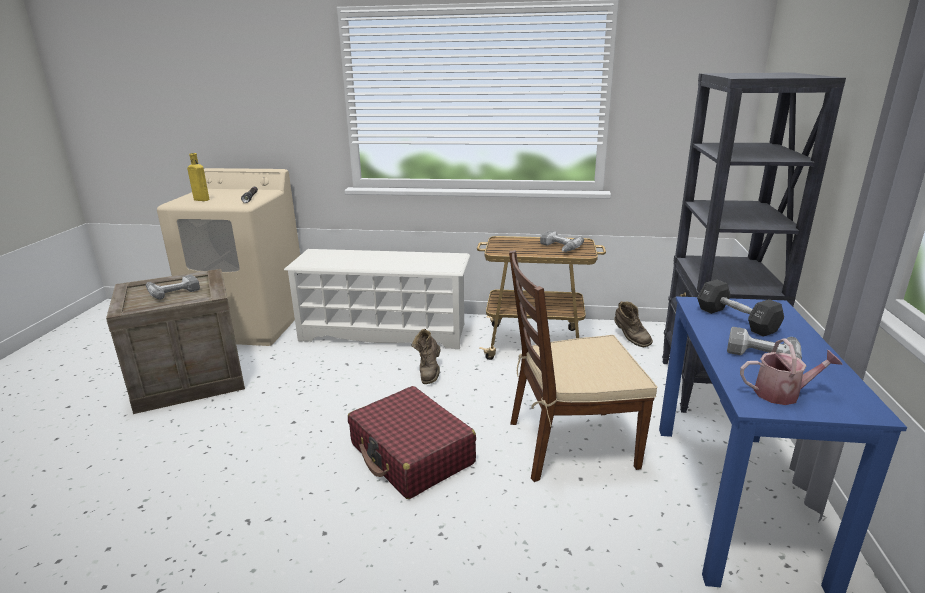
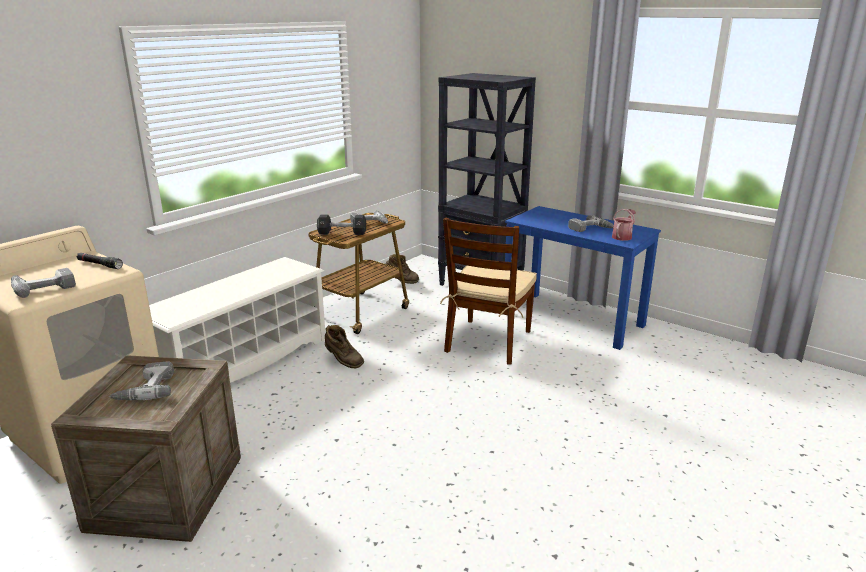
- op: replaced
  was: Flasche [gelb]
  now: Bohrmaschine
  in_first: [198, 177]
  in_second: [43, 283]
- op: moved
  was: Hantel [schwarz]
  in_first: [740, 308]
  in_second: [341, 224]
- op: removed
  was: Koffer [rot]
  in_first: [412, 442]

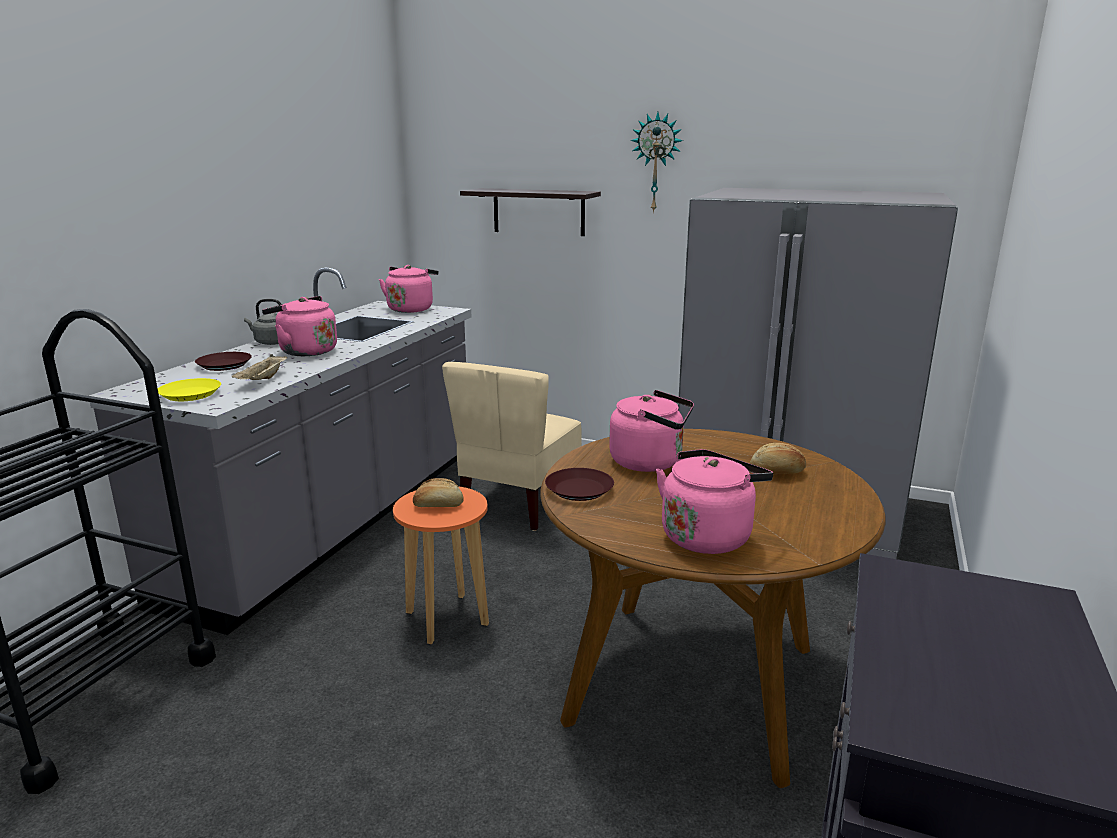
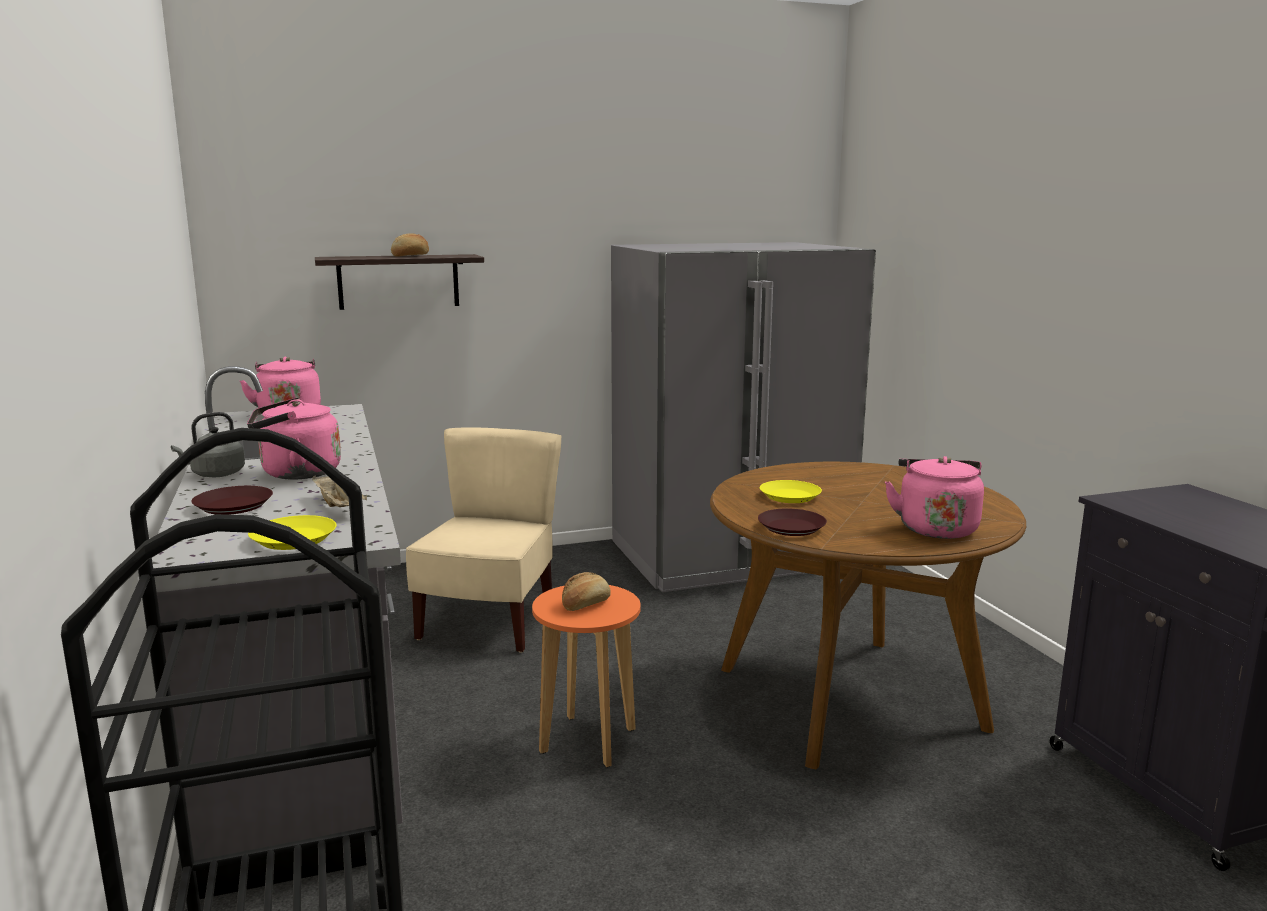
- op: moved
  was: Brot
  in_first: [778, 458]
  in_second: [410, 245]
- op: turned
  was: Stuhl [beige]
  in_first: [512, 446]
  in_second: [483, 540]
  clockwise: -150
- op: replaced
  was: Wasserkessel [rosa]
  now: Teller [gelb]
  in_first: [651, 431]
  in_second: [791, 491]
- op: removed
  was: Wanduhr
  in_first: [657, 162]

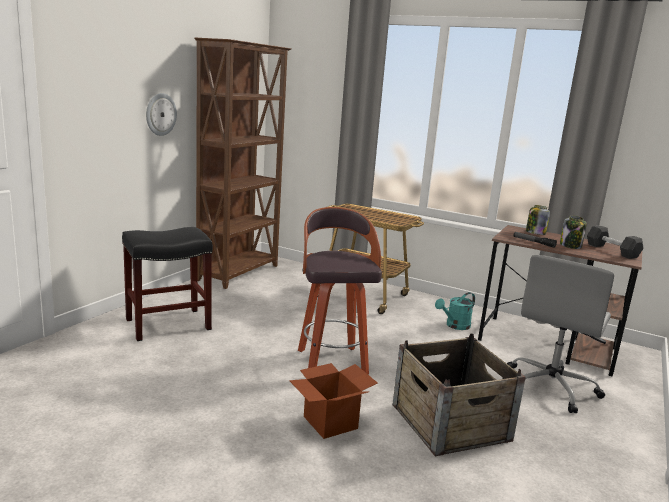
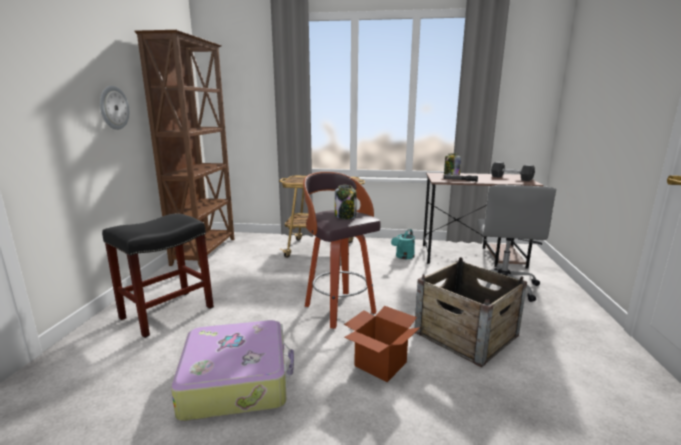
- op: added
  now: Koffer
  in_second: [232, 370]
- op: moved
  was: Vorratsglas
  in_first: [573, 232]
  in_second: [346, 202]

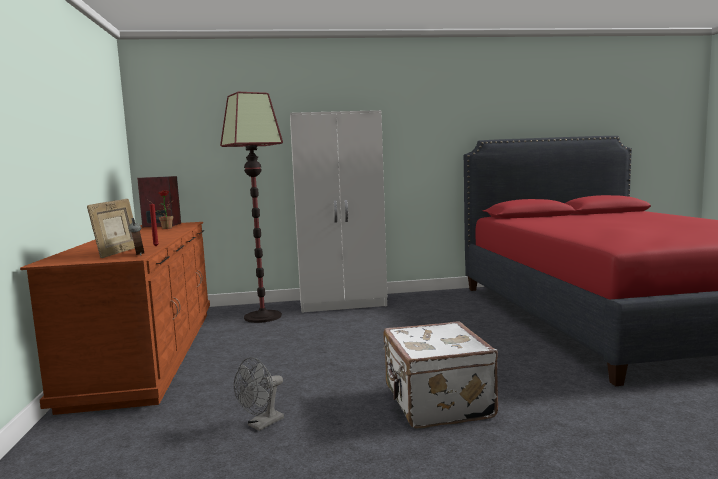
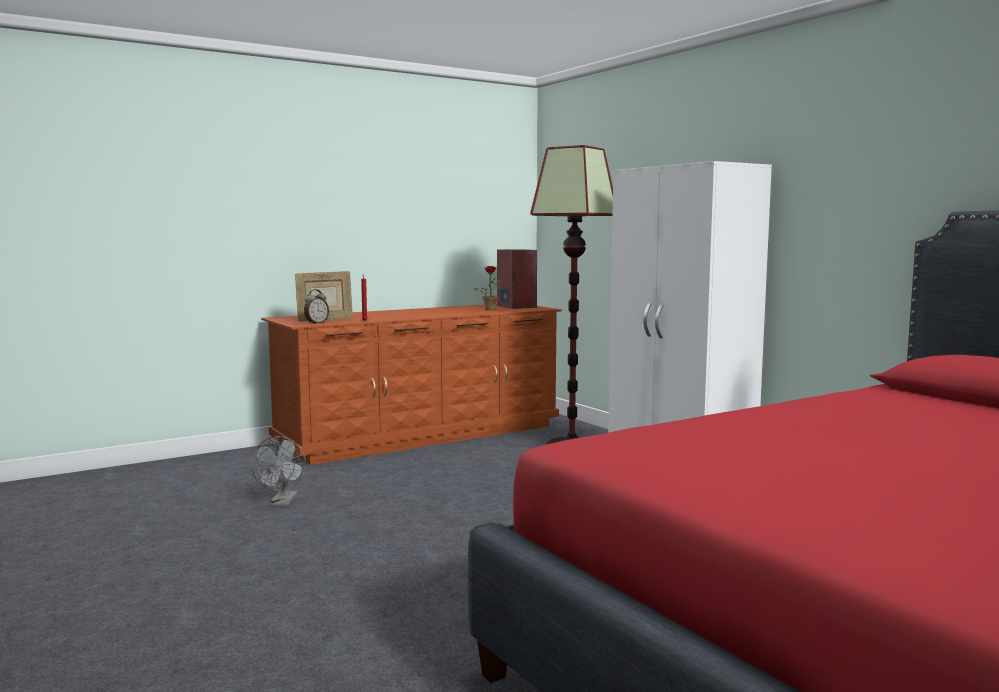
- op: turned
  was: Ventilator [grau]
  in_first: [259, 394]
  in_second: [278, 471]
  clockwise: -105
- op: removed
  was: Koffer [weiß]
  in_first: [440, 374]

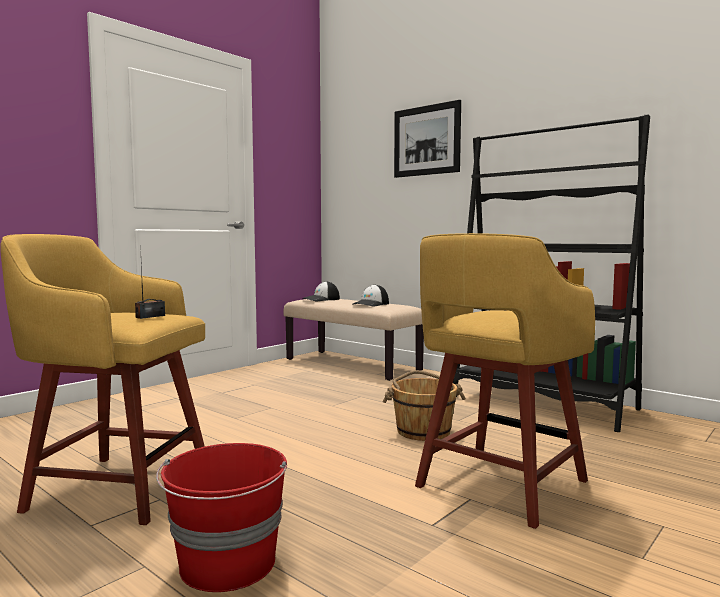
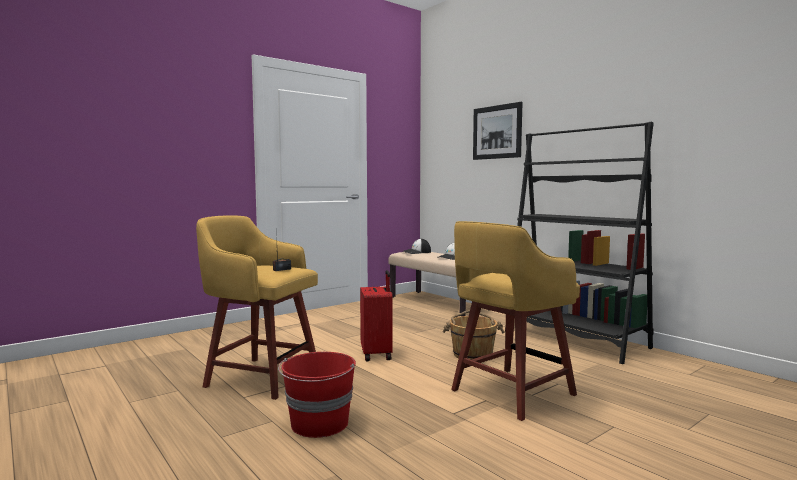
- op: added
  now: Koffer [rot]
  in_second: [376, 315]

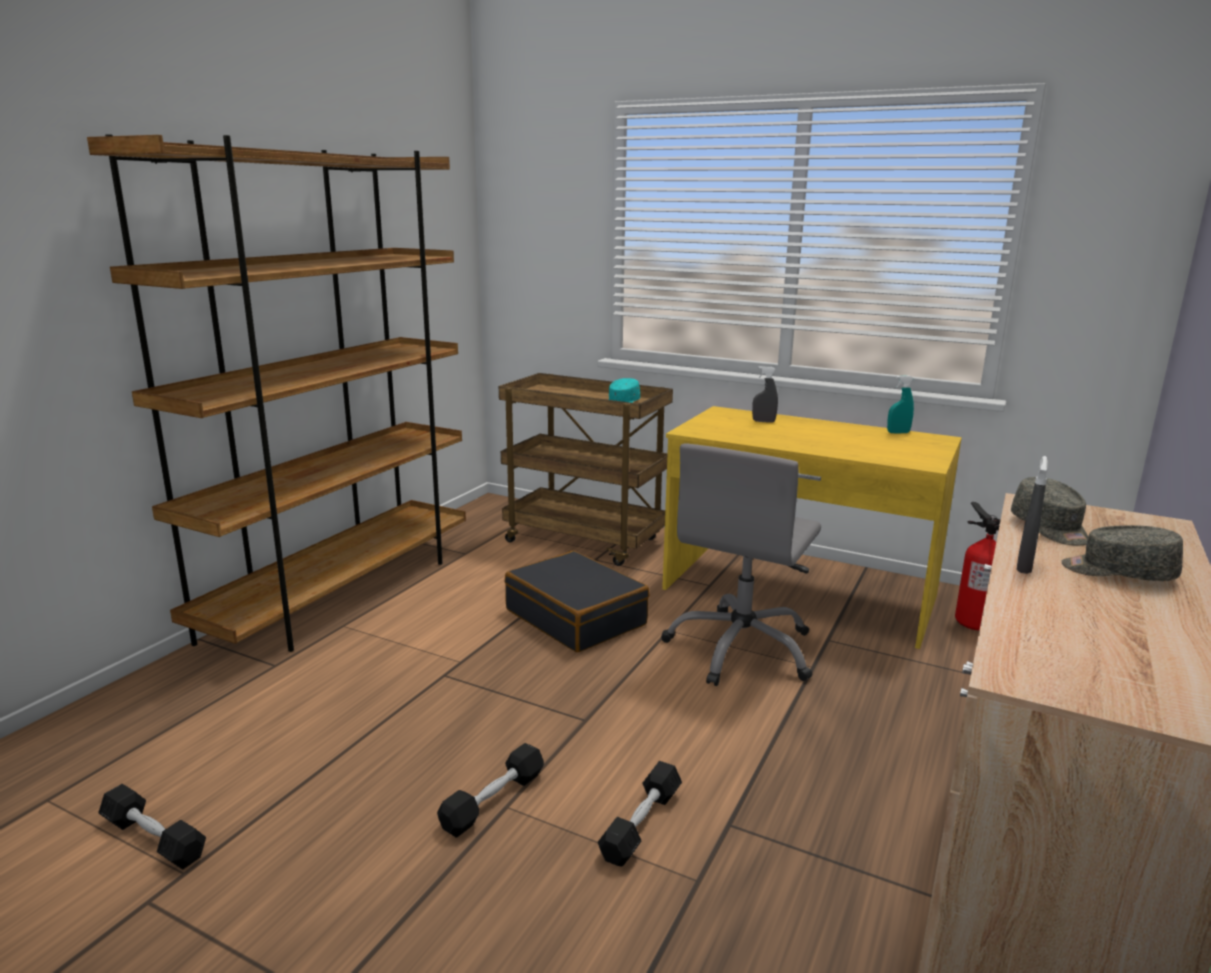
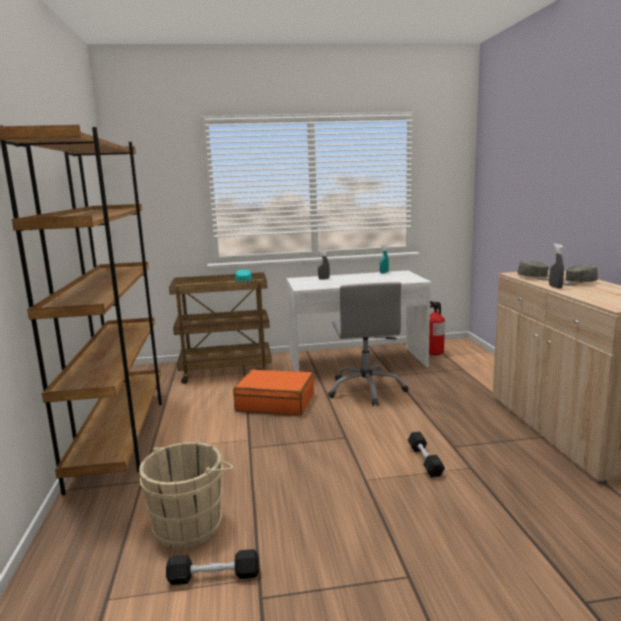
- op: added
  now: Eimer [beige]
  in_second: [186, 495]
- op: recoloured
  was: Koffer [schwarz]
  now: Koffer [orange]
  in_first: [577, 601]
  in_second: [273, 392]
- op: recoloured
  was: Schreibtisch [gelb]
  now: Schreibtisch [weiß]
  in_first: [812, 527]
  in_second: [359, 320]
- op: removed
  was: Hantel [schwarz]
  in_first: [490, 790]

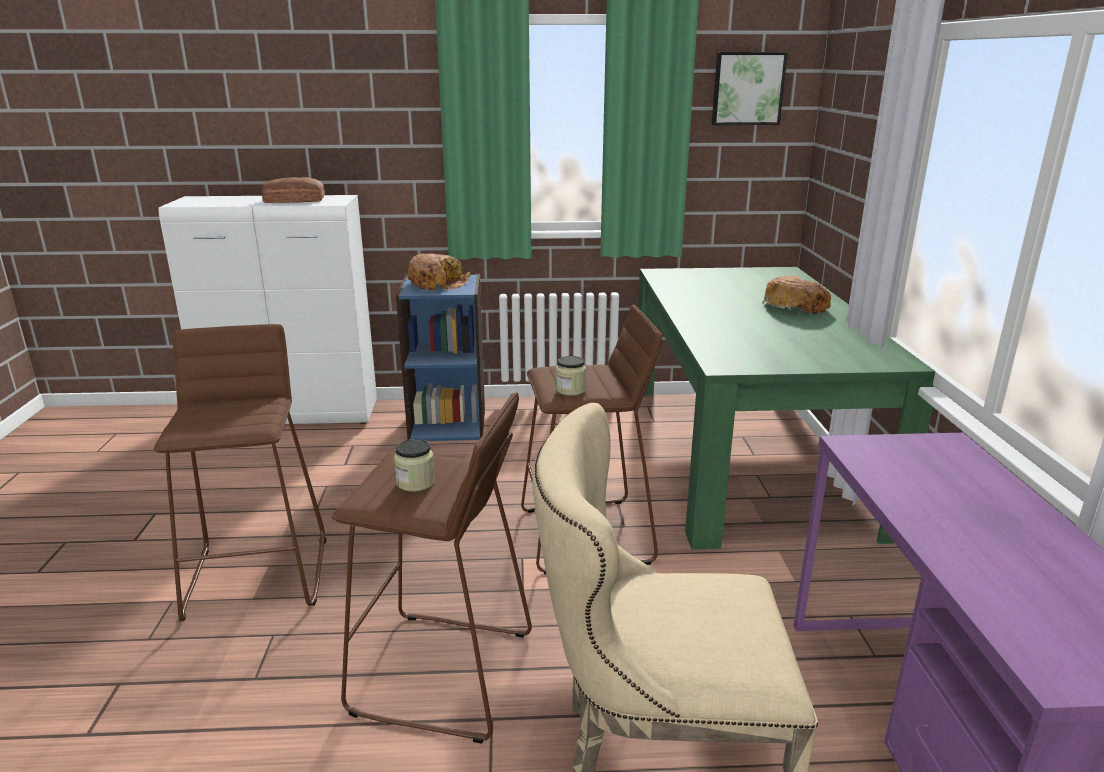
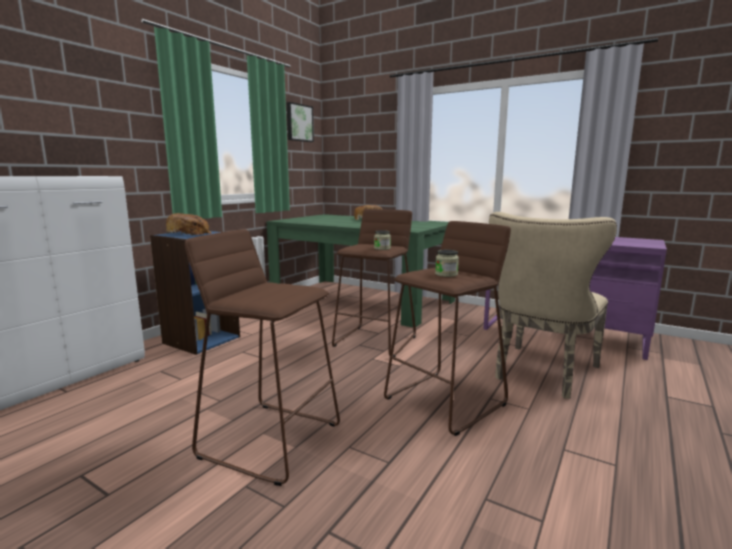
- op: removed
  was: Brot
  in_first: [293, 190]

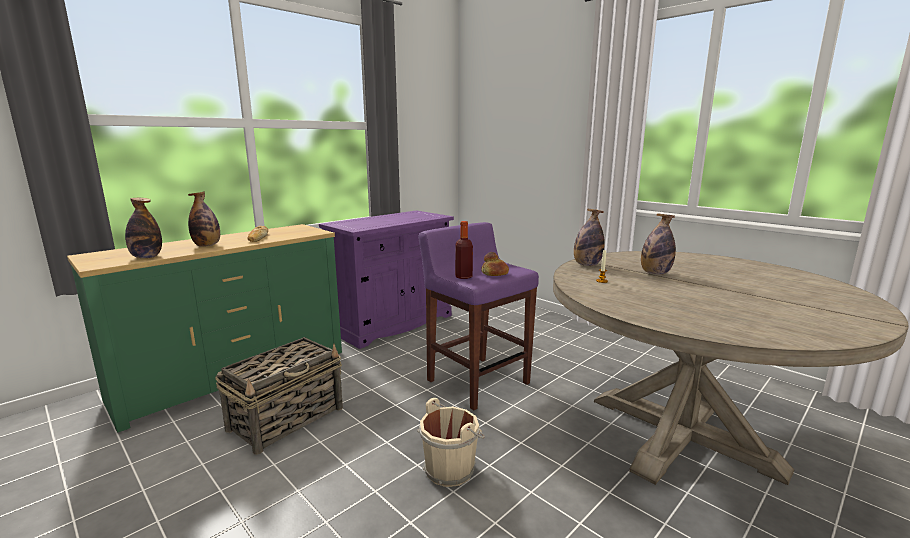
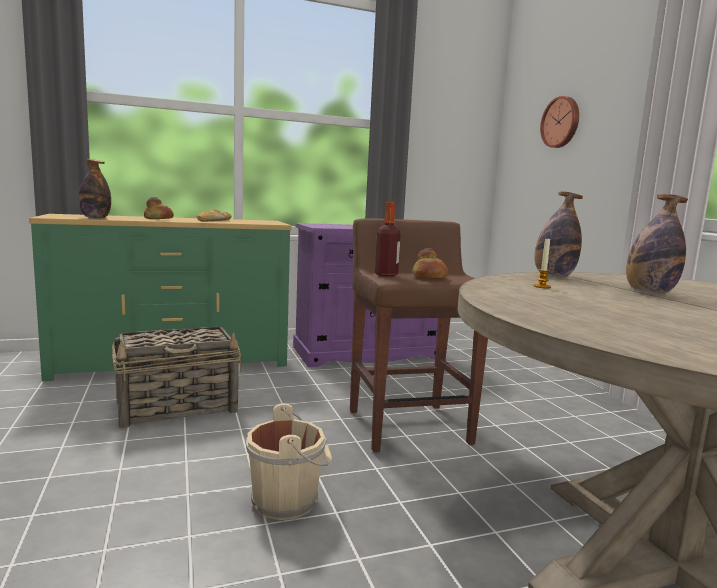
- op: replaced
  was: Flasche
  now: Brot
  in_first: [204, 219]
  in_second: [159, 208]
- op: recoloured
  was: Hocker [lila]
  now: Hocker [braun]
  in_first: [478, 316]
  in_second: [419, 335]
- op: added
  now: Wanduhr
  in_second: [559, 122]

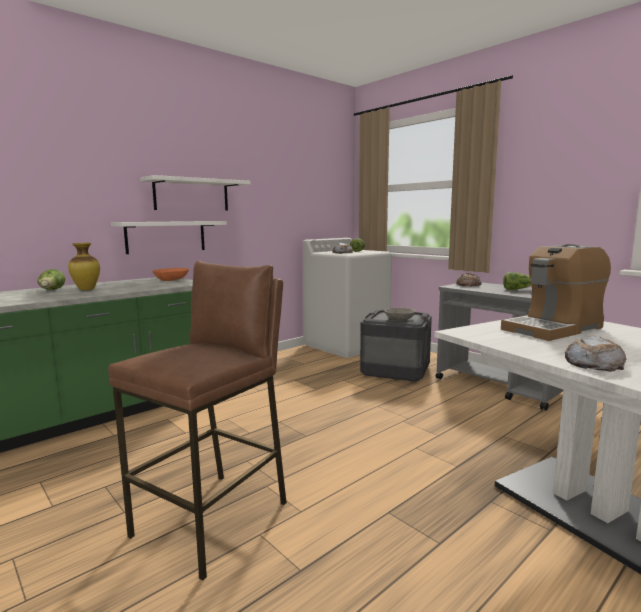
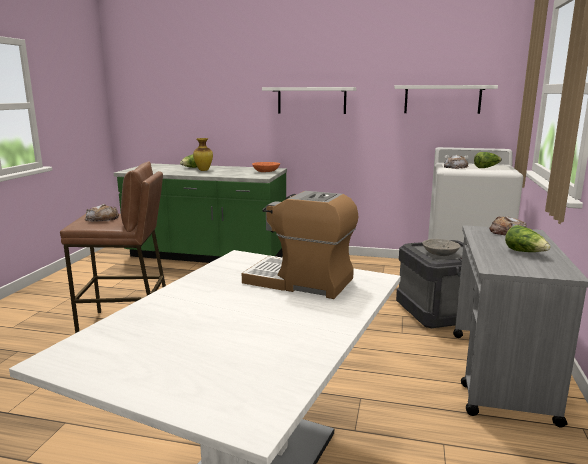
- op: moved
  was: Brot
  in_first: [595, 353]
  in_second: [102, 213]
- op: moved
  was: Wandregal [weiß]
  in_first: [169, 237]
  in_second: [446, 99]

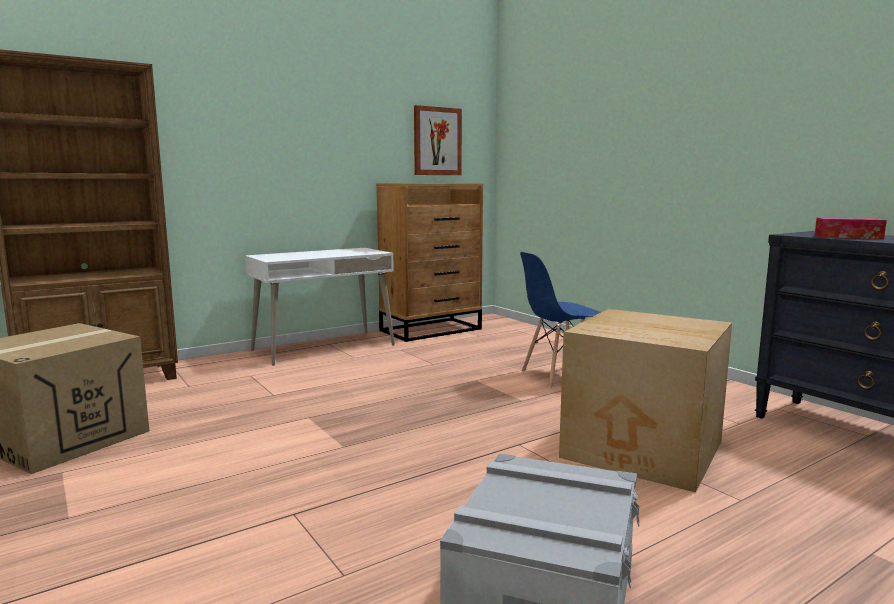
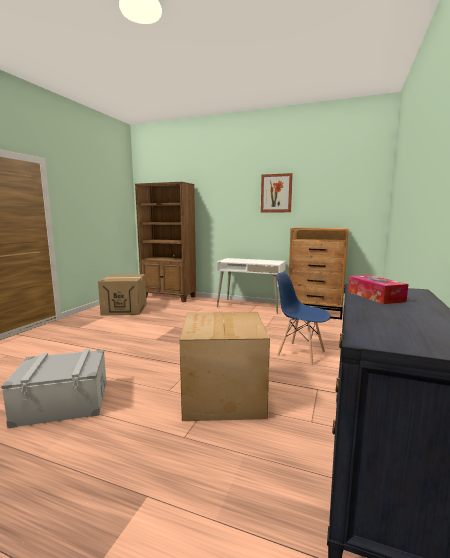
- op: moved
  was: Bild
  in_first: [438, 140]
  in_second: [277, 192]

